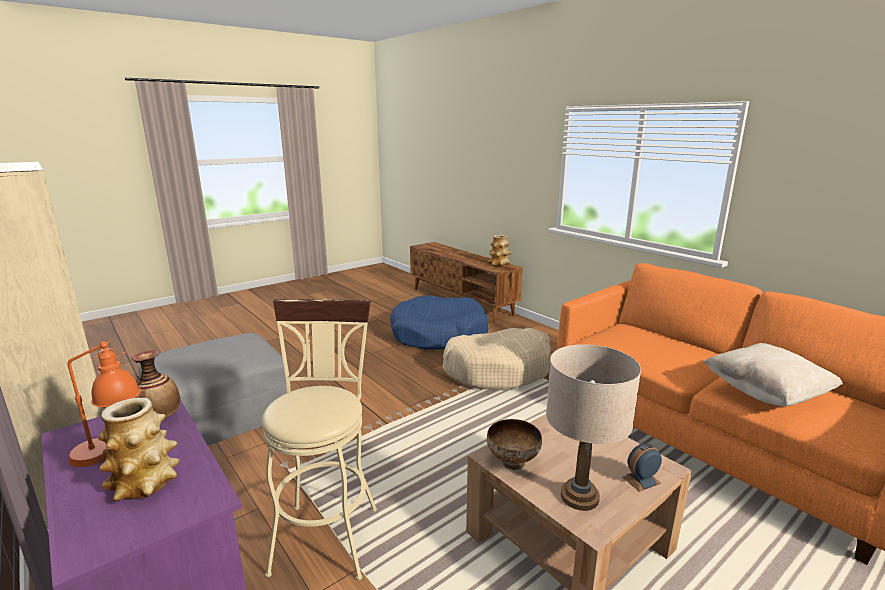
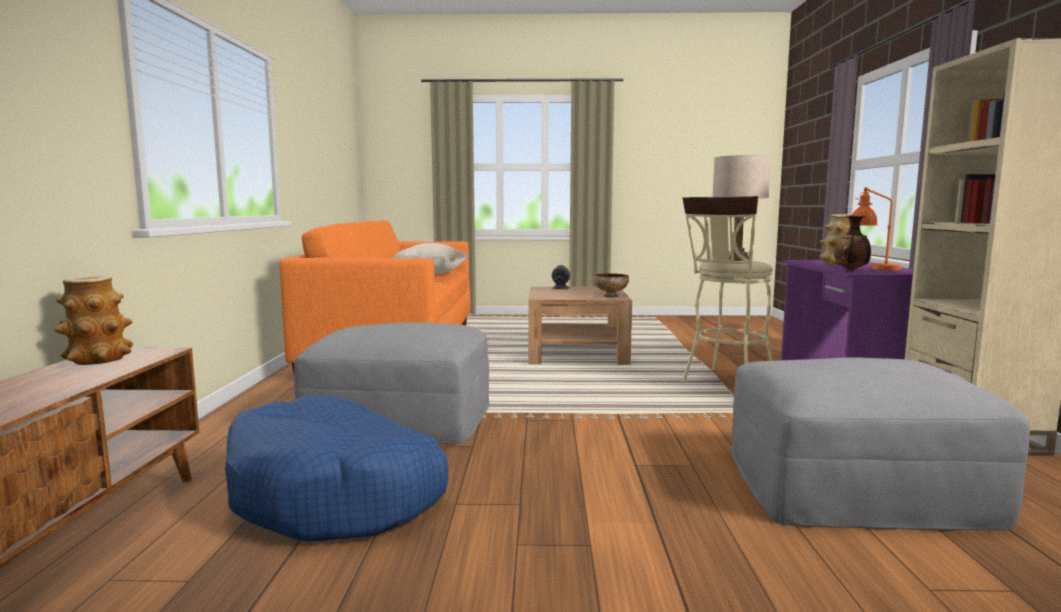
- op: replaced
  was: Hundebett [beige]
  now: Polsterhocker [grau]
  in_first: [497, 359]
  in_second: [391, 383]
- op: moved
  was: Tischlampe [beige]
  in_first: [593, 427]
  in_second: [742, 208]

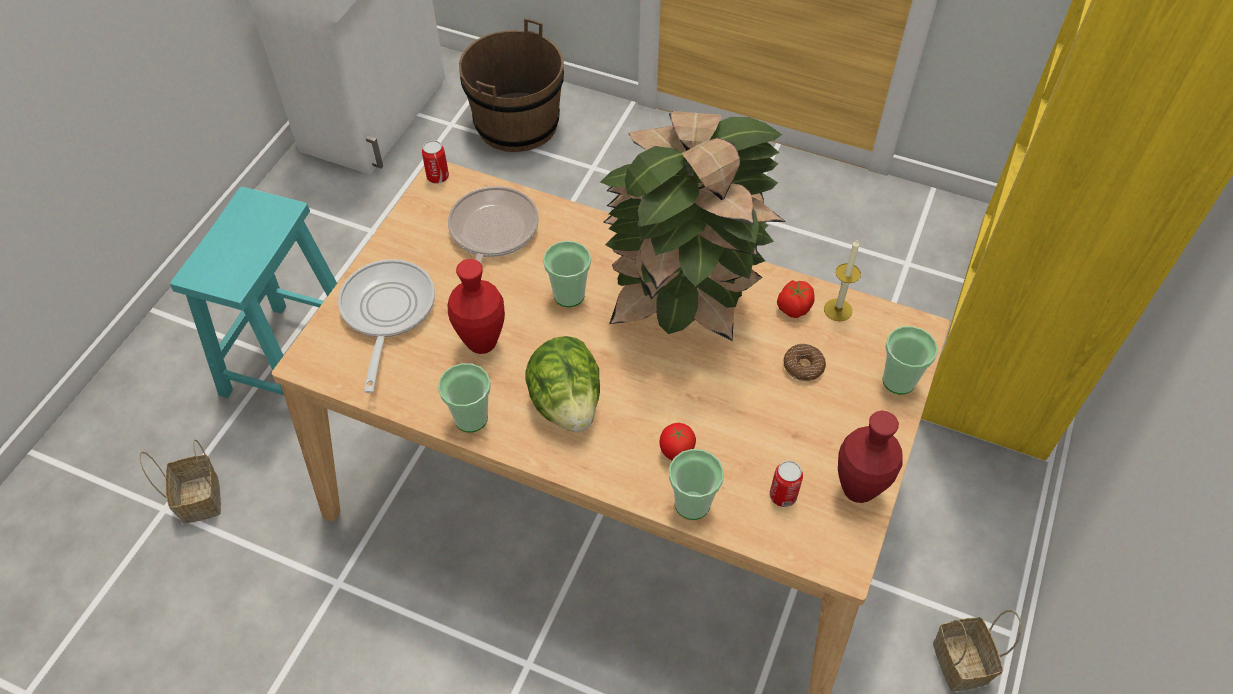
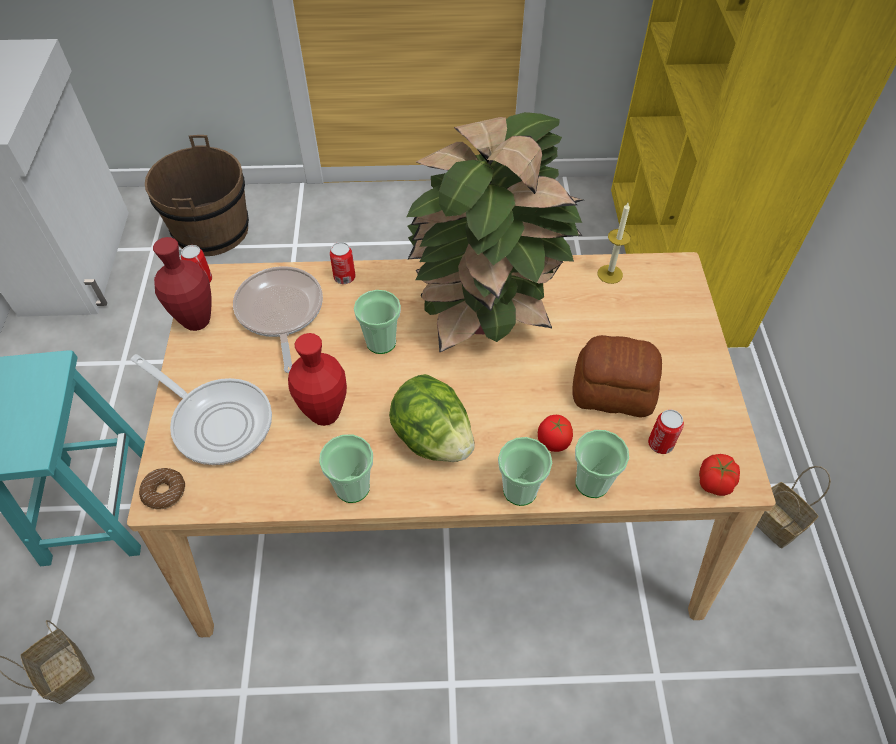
- op: turned
  was: Pfanne
  in_first: [386, 326]
  in_second: [201, 409]
  clockwise: 150
- op: moved
  was: Donut
  in_first: [805, 362]
  in_second: [162, 489]
- op: moved
  was: Vase [rot]
  in_first: [870, 457]
  in_second: [182, 284]
- op: added
  now: Dose
  in_second: [343, 263]
- op: moved
  was: Tasse
  in_first: [910, 360]
  in_second: [525, 471]
- op: added
  now: Brot
  in_second: [617, 376]
- op: moved
  was: Tomate
  in_first: [796, 299]
  in_second: [719, 475]

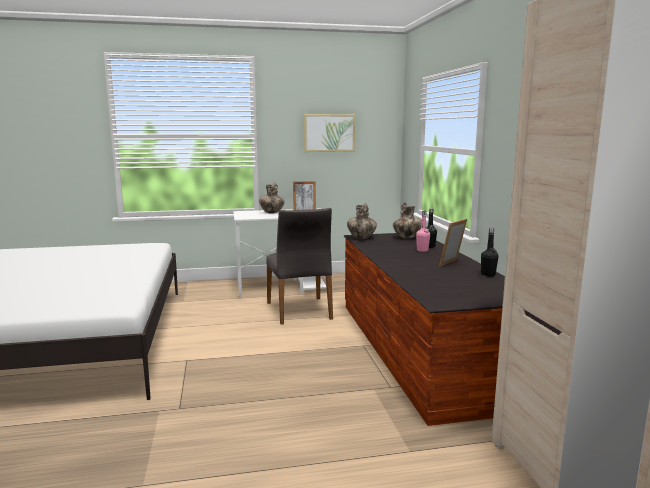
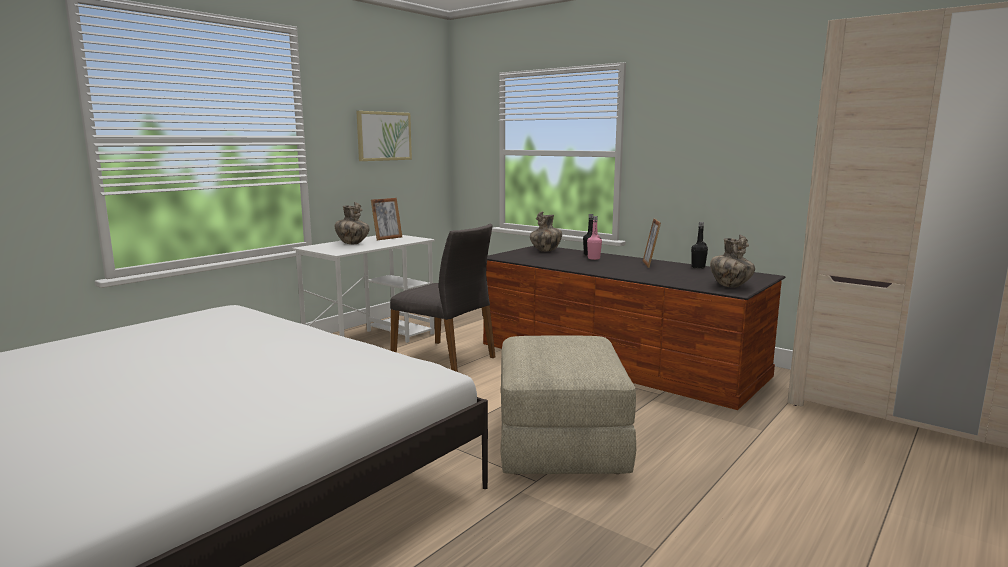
- op: added
  now: Polsterhocker [beige]
  in_second: [568, 405]
- op: moved
  was: Vase
  in_first: [362, 221]
  in_second: [732, 261]

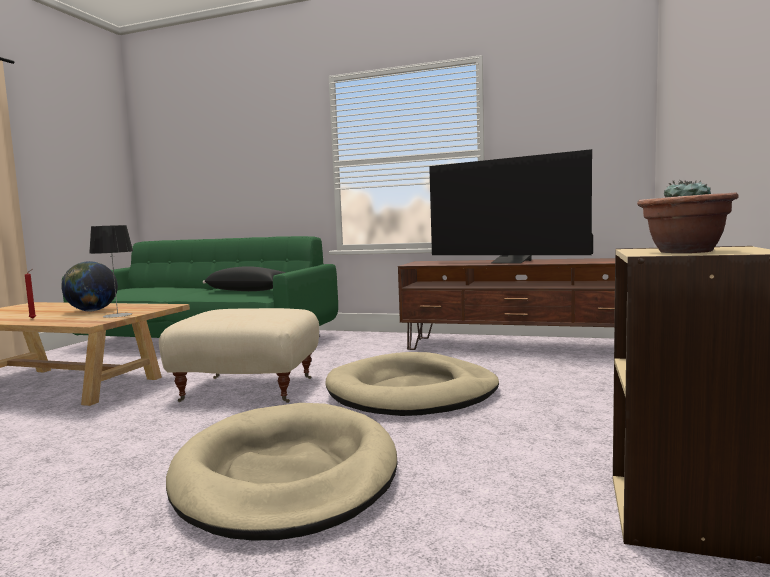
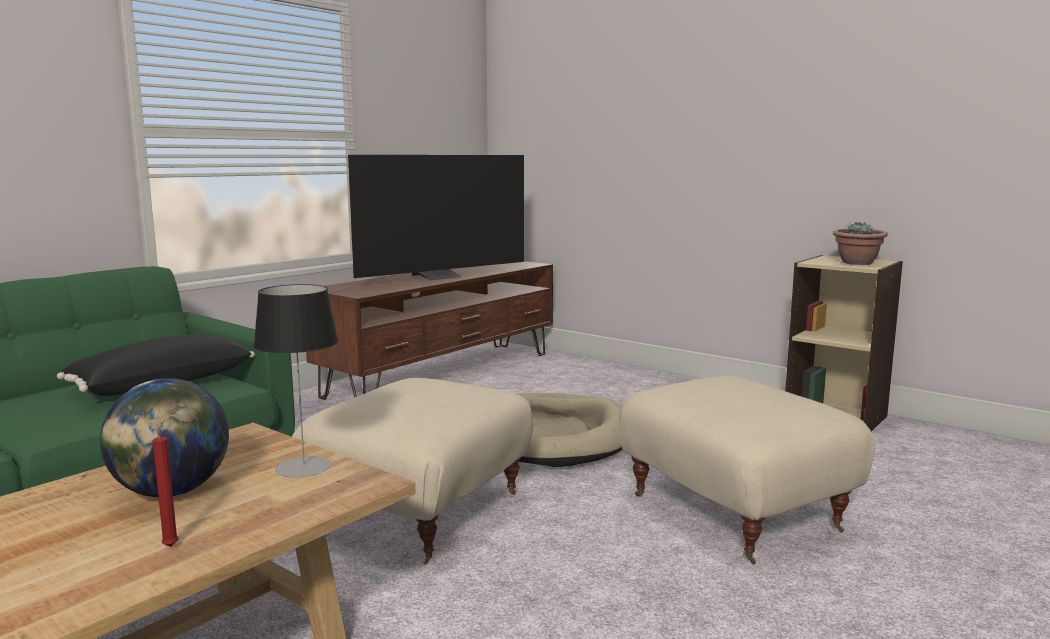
- op: replaced
  was: Hundebett [beige]
  now: Polsterhocker [beige]
  in_first: [282, 471]
  in_second: [747, 470]

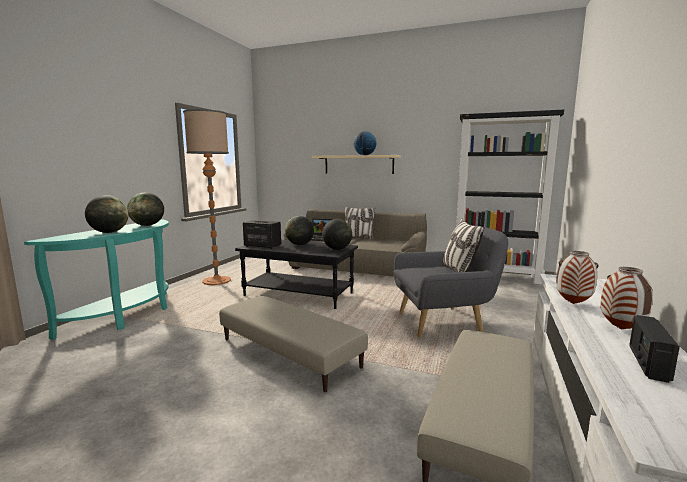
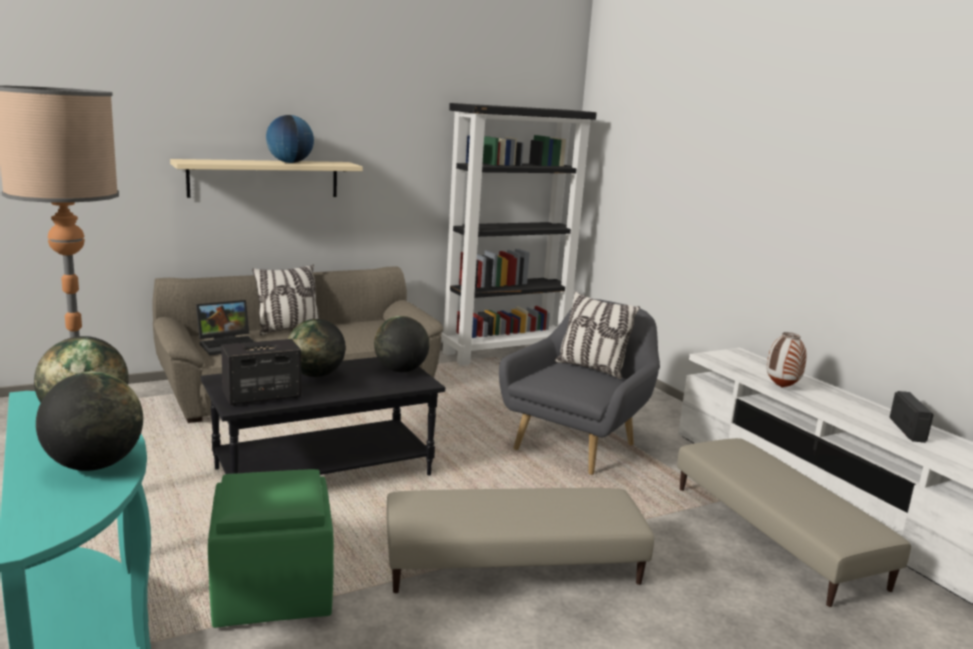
- op: added
  now: Polsterhocker [grün]
  in_second: [271, 548]
- op: turned
  was: Radio
  in_first: [654, 349]
  in_second: [911, 417]
  clockwise: -150
- op: removed
  was: Vase
  in_first: [626, 298]

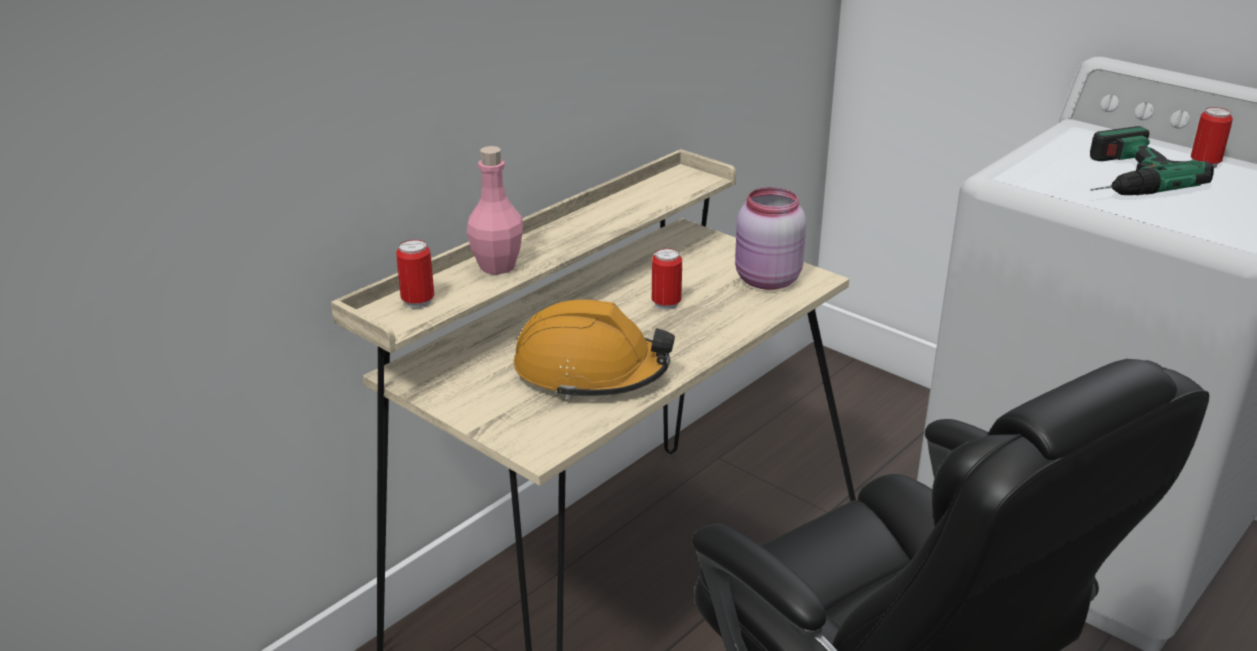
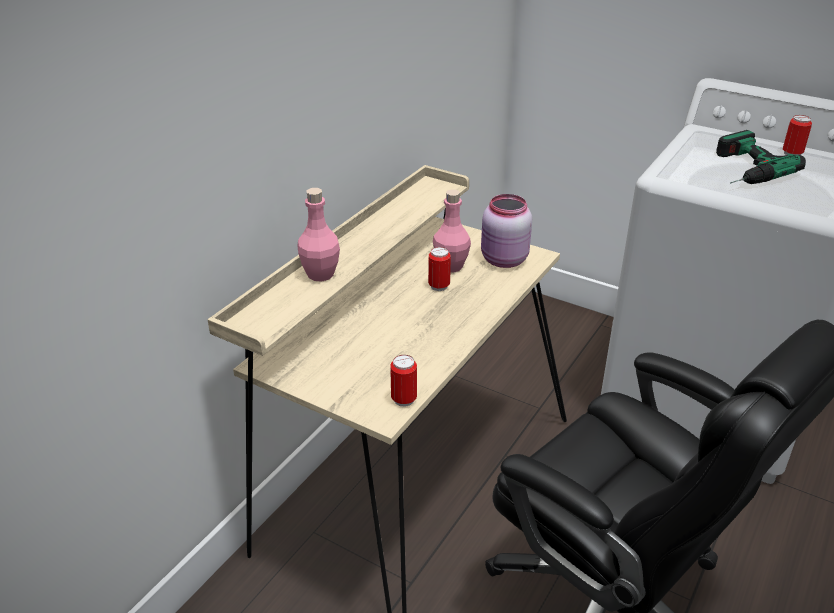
- op: moved
  was: Dose
  in_first: [415, 273]
  in_second: [403, 381]
- op: added
  now: Flasche [rosa]
  in_second: [452, 231]
- op: removed
  was: Schutzhelm [orange]
  in_first: [594, 349]

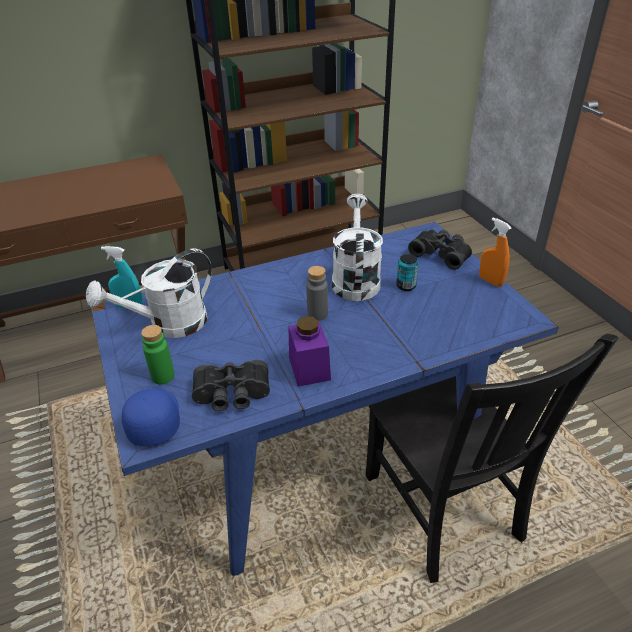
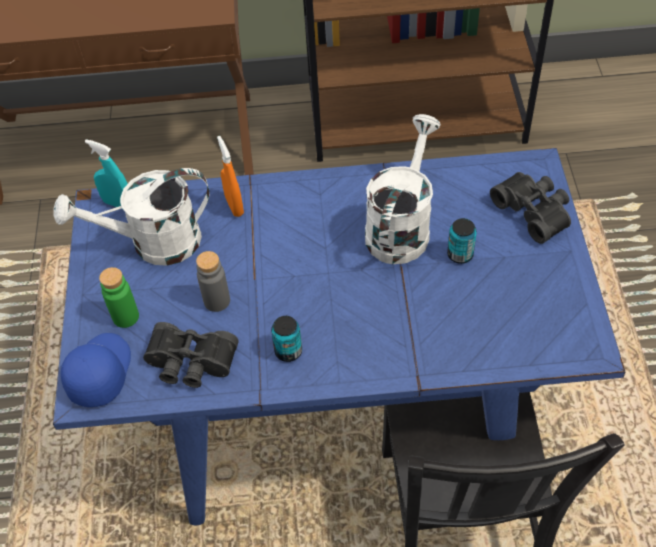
- op: moved
  was: Flasche [grau]
  in_first: [317, 293]
  in_second: [213, 281]
- op: moved
  was: Sprühflasche [orange]
  in_first: [495, 252]
  in_second: [230, 176]
- op: replaced
  was: Vorratsglas [lila]
  now: Dose
  in_first: [309, 351]
  in_second: [286, 339]

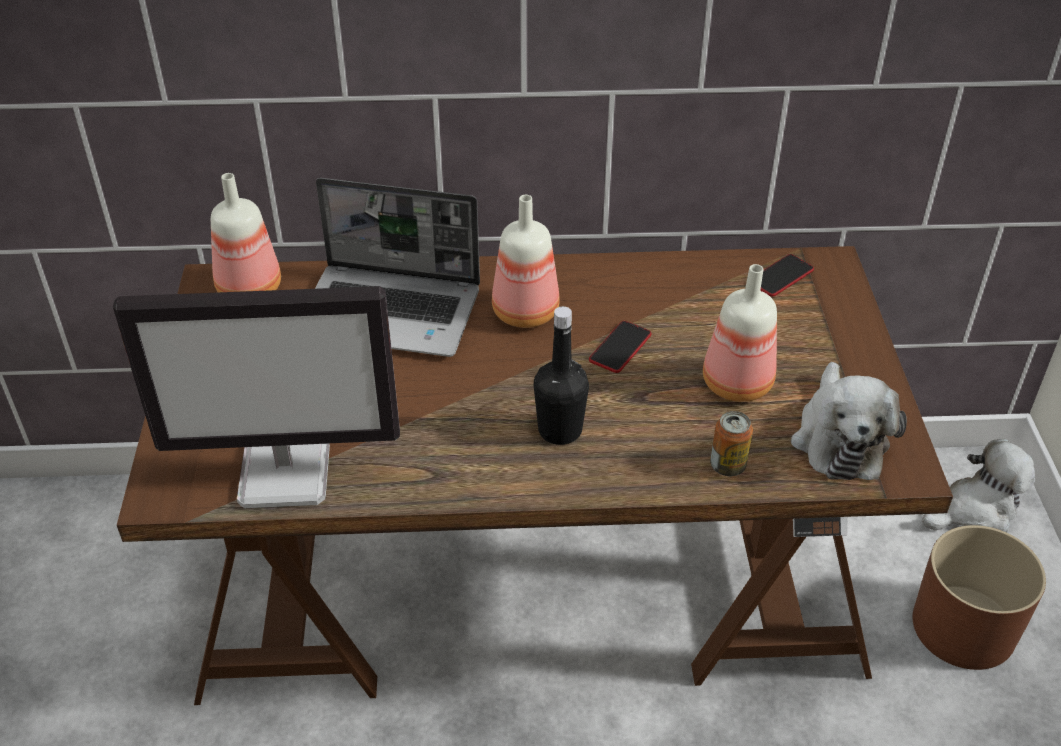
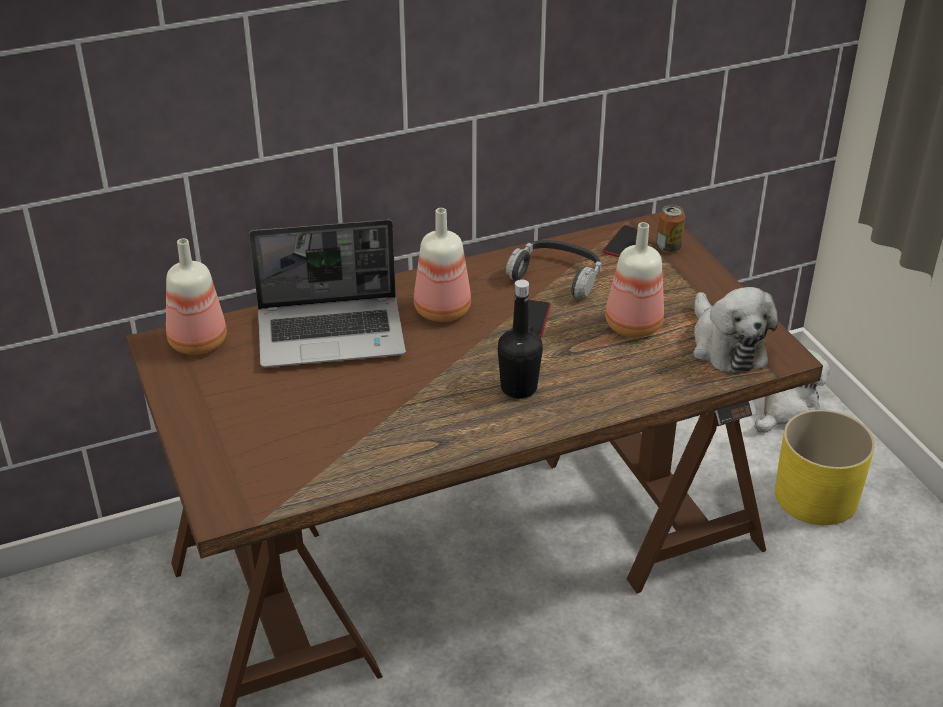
- op: added
  now: Kopfhörer
  in_second: [554, 269]
- op: moved
  was: Dose
  in_first: [731, 443]
  in_second: [670, 228]
- op: recoloured
  was: Pflanzkübel [braun]
  now: Pflanzkübel [gelb]
  in_first: [979, 597]
  in_second: [825, 467]
- op: removed
  was: Monitor
  in_first: [256, 397]

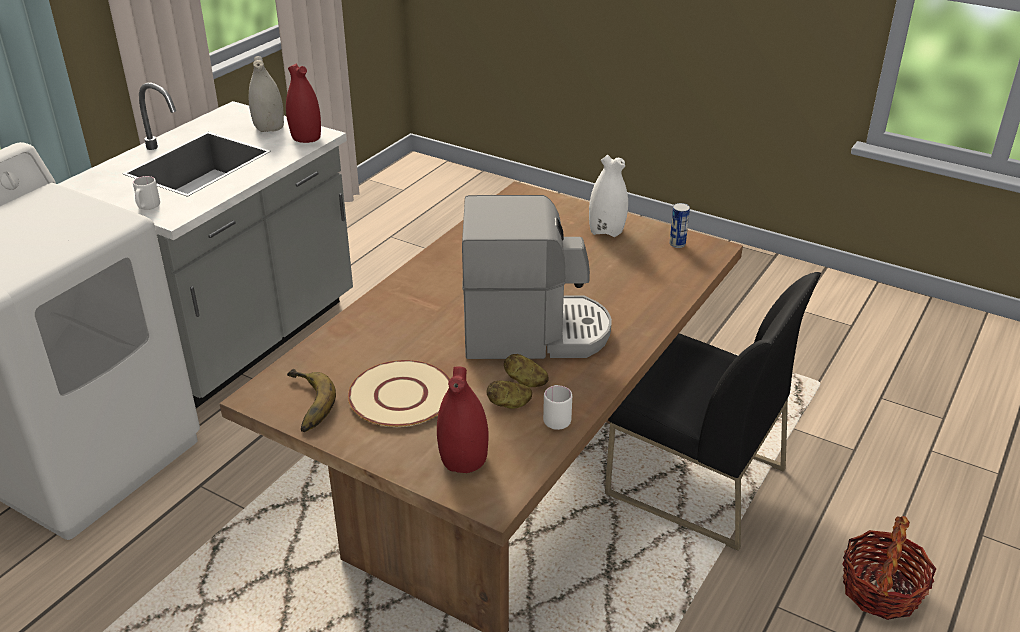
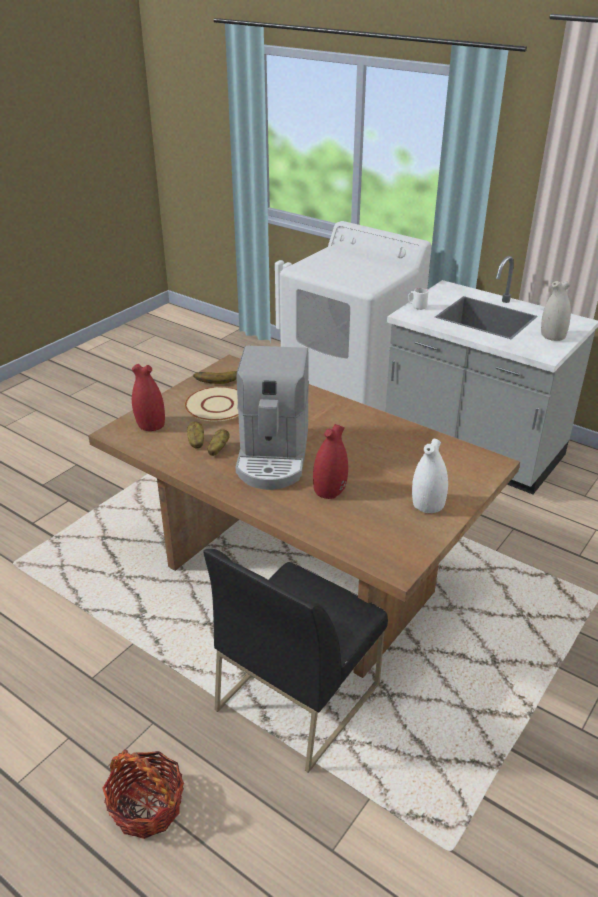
- op: moved
  was: Vase [rot]
  in_first: [303, 103]
  in_second: [330, 461]
- op: removed
  was: Henkelbecher [weiß]
  in_first: [557, 407]
- op: removed
  was: Dose
  in_first: [679, 225]

